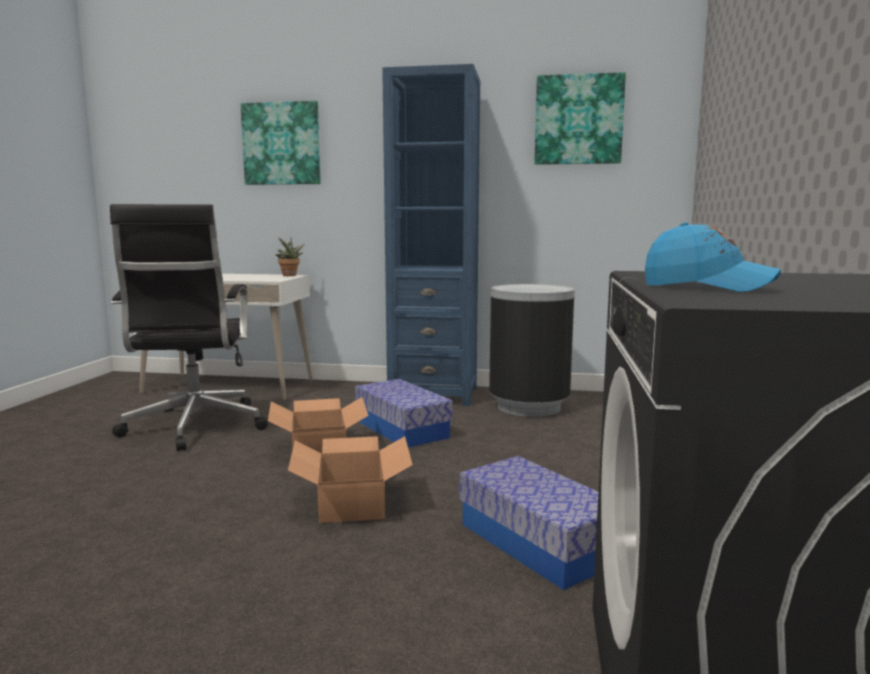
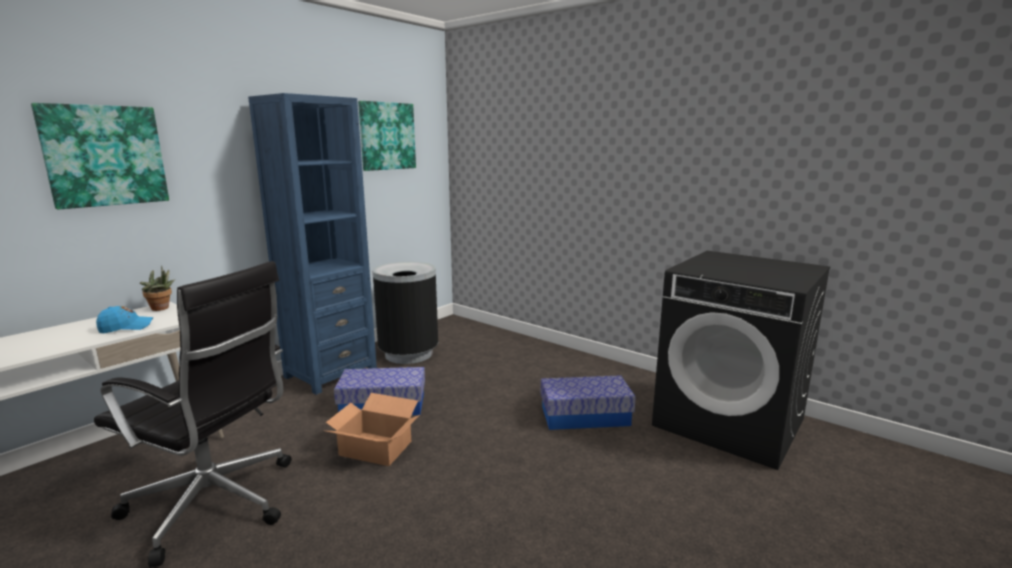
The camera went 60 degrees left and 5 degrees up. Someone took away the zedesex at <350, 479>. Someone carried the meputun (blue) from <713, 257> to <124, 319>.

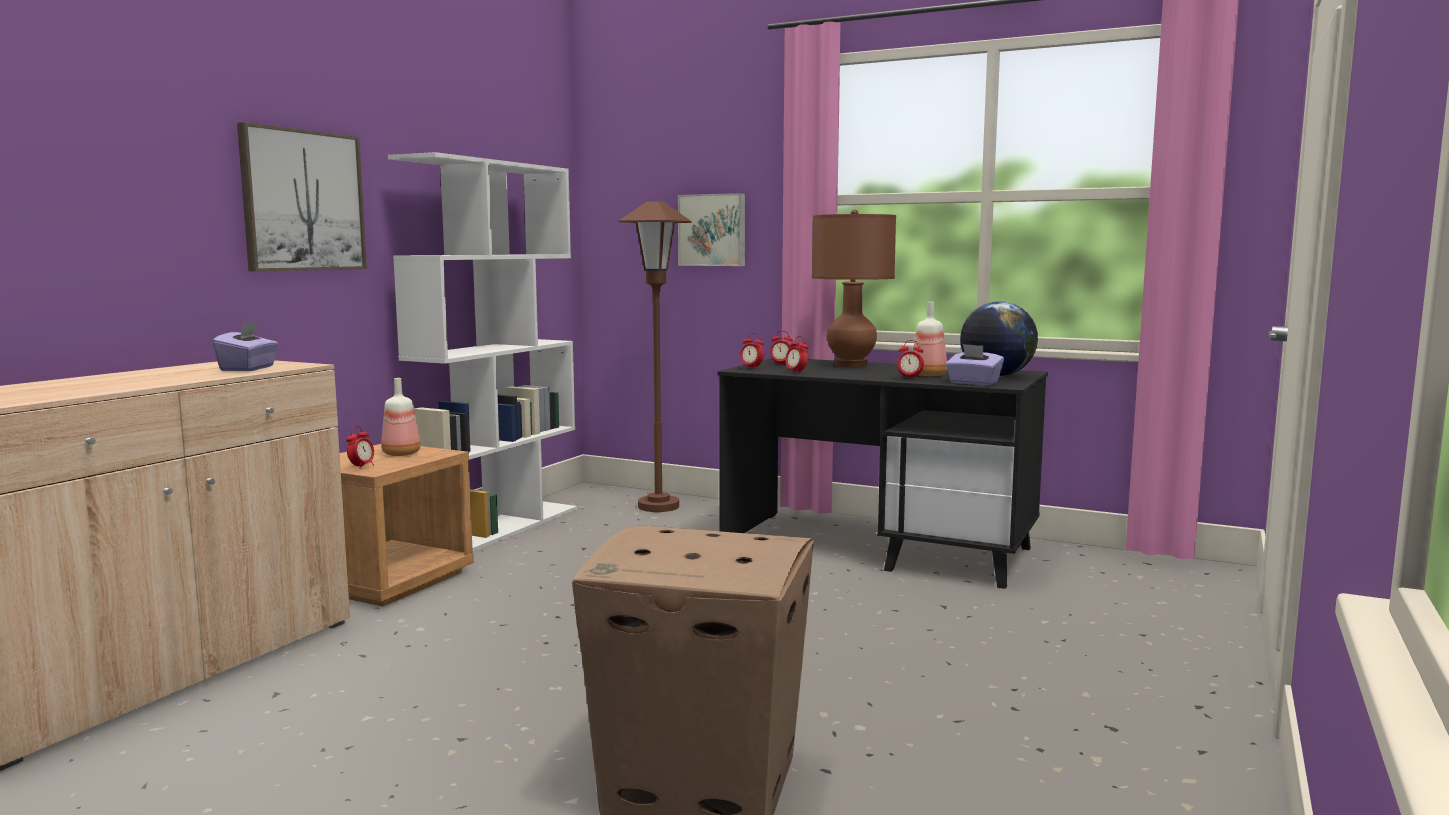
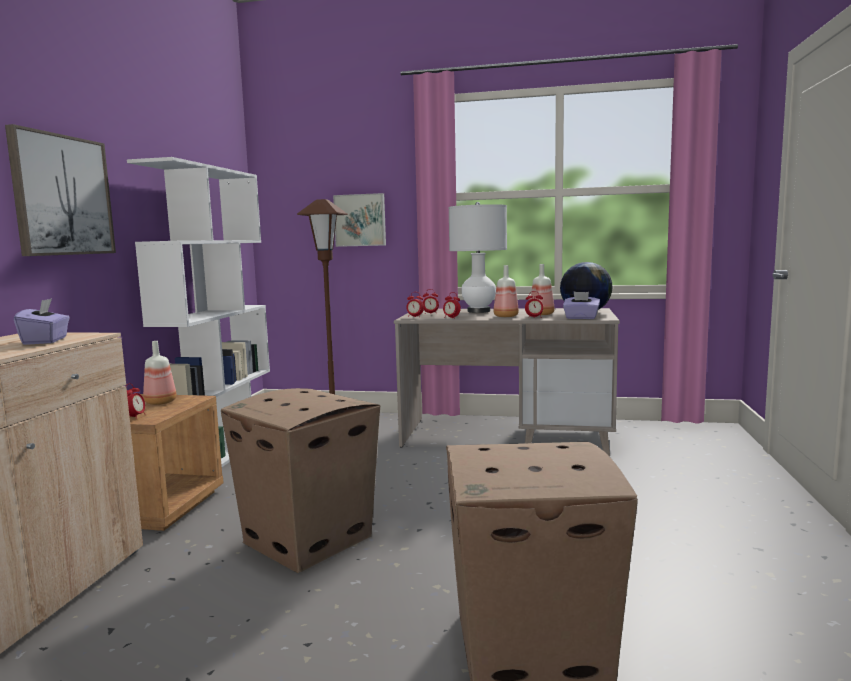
The camera went 15 degrees left and 0 degrees up. Someone repainted the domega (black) at <882, 473>, which became the domega (beige) at <507, 382>. Someone repainted the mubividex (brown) at <854, 288>, which became the mubividex (white) at <478, 257>. Someone put down the zedesex at <301, 480>. Someone put down the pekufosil at <506, 291>.

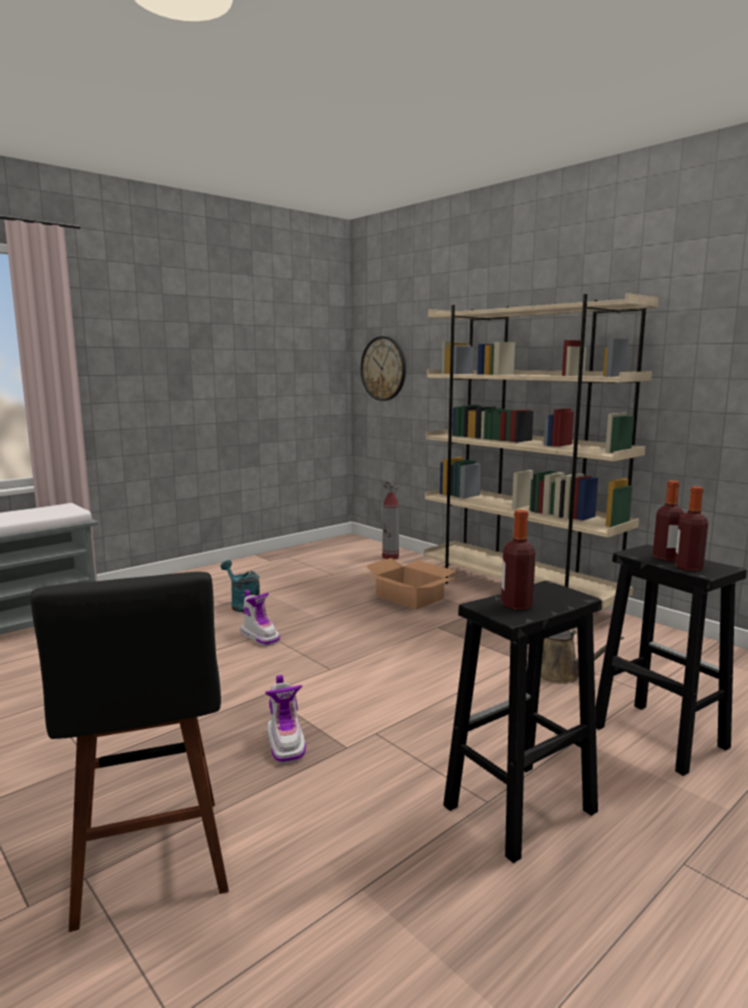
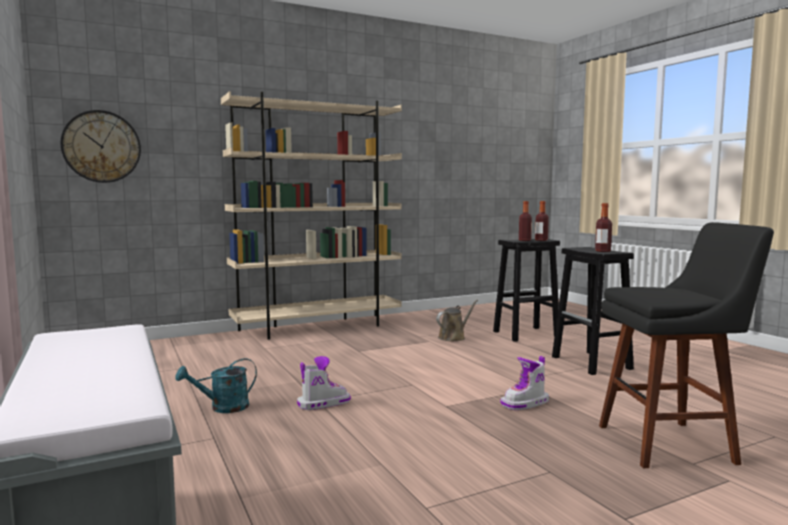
The camera went 75 degrees left and 5 degrees down. Someone rotated the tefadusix at <285, 719> by 150 degrees clockwise. Someone took away the zedesex at <411, 584>. Someone took away the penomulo at <390, 519>.

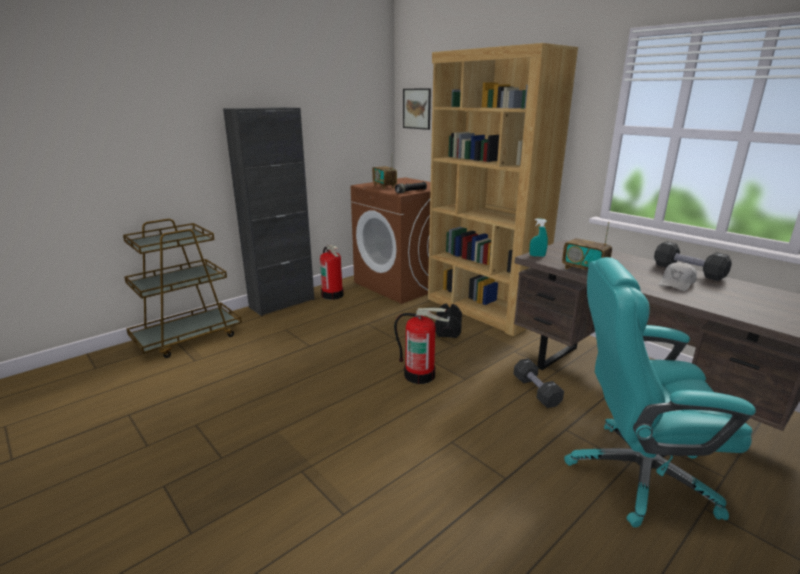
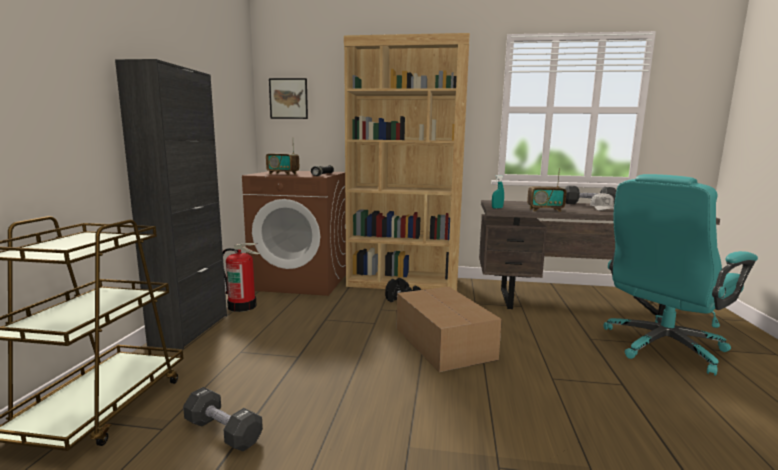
The camera went 40 degrees left and 10 degrees down. Someone swapped the penomulo at <421, 346> for the zedesex at <449, 329>. Someone carried the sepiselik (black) from <539, 383> to <223, 419>.

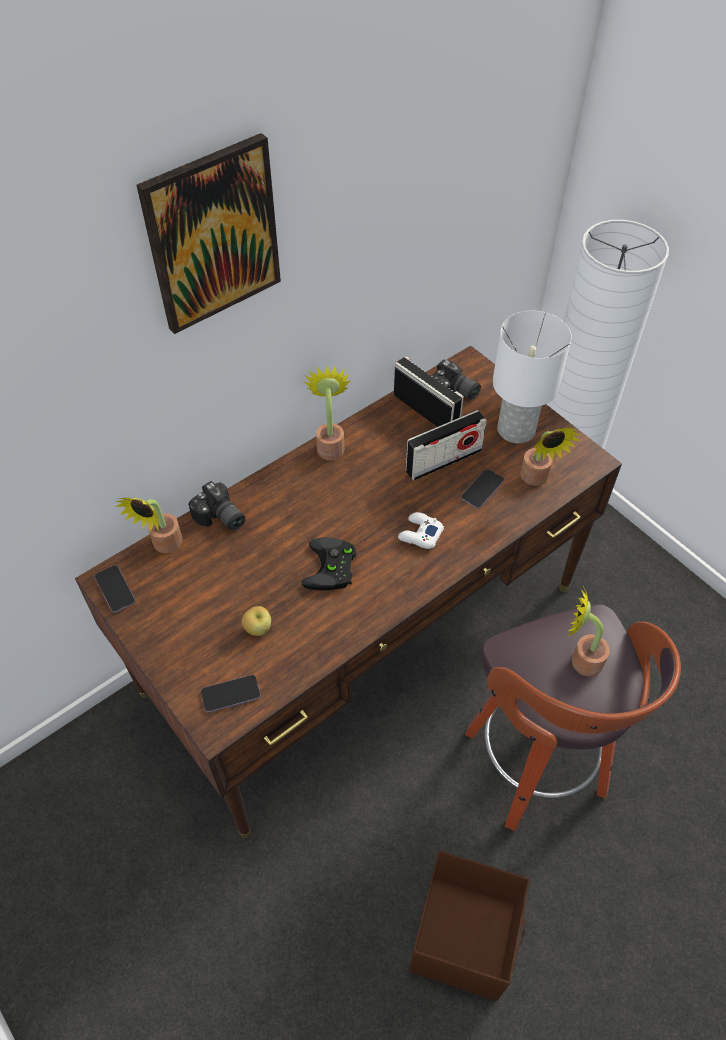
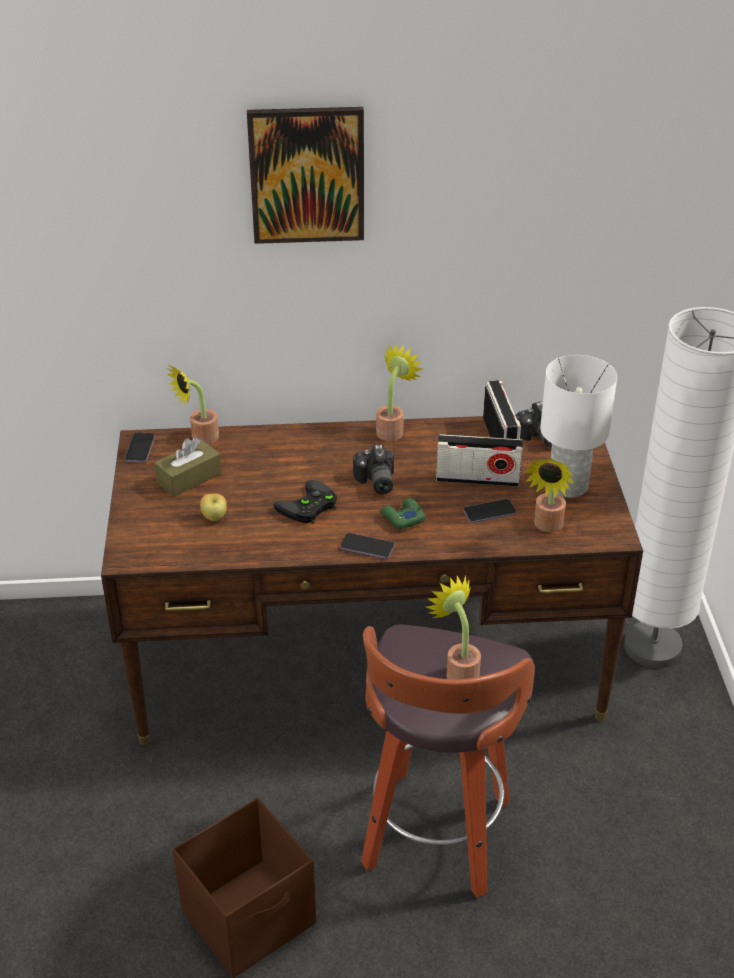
The camera went 35 degrees right and 15 degrees down. Someone carried the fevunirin from <217, 506> to <373, 469>. Someone carried the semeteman from <231, 694> to <367, 546>. Someone repainted the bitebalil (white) at <421, 530>, which became the bitebalil (green) at <403, 513>. Someone put down the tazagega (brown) at <188, 467>.

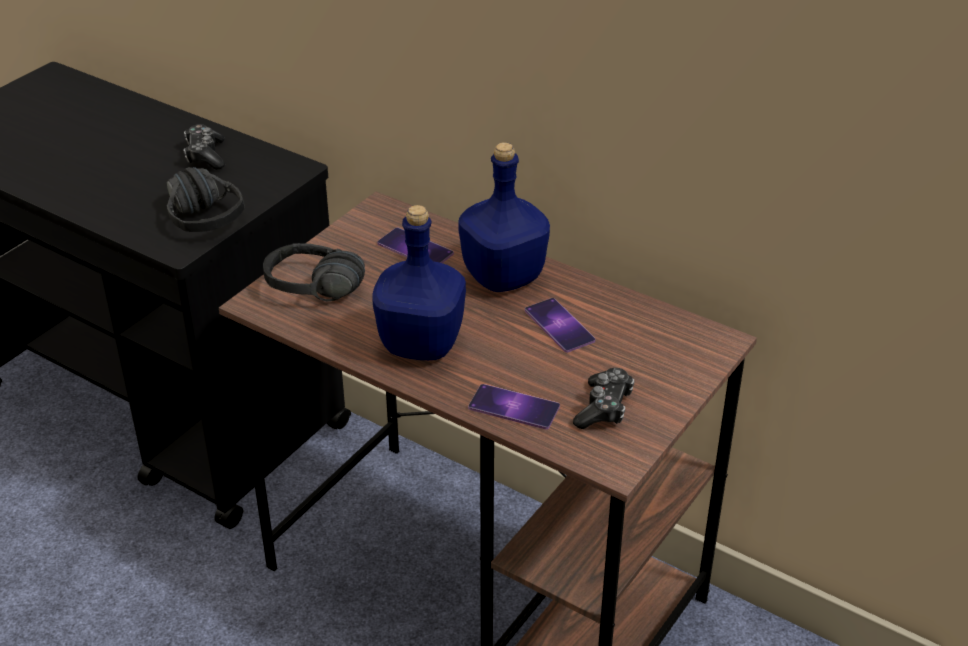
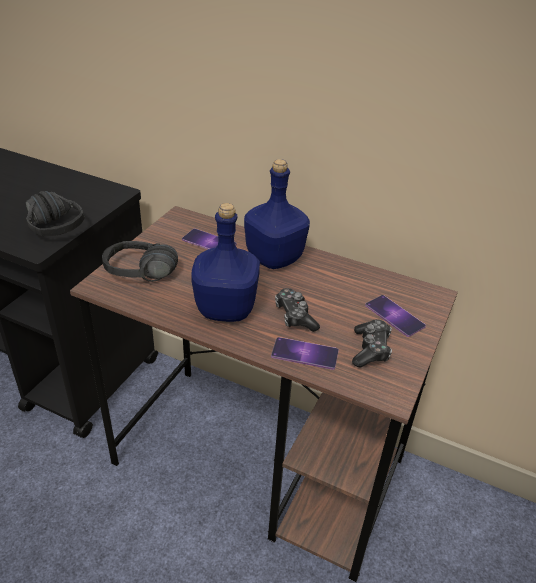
The camera went 10 degrees left and 0 degrees up. Someone carried the bitebalil from <204, 147> to <297, 310>. Someone carried the semeteman from <560, 325> to <395, 316>.

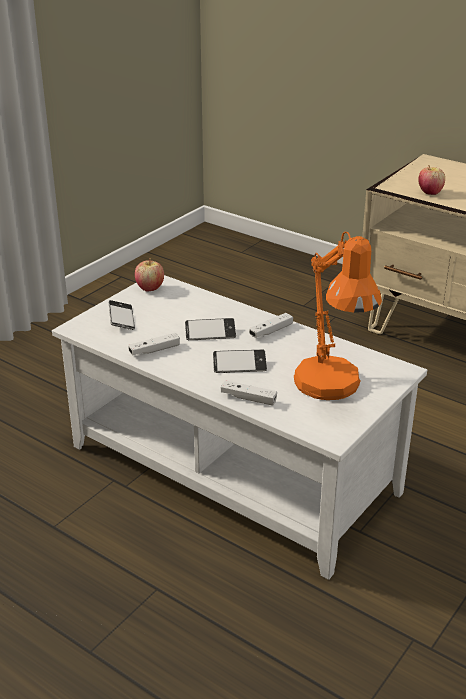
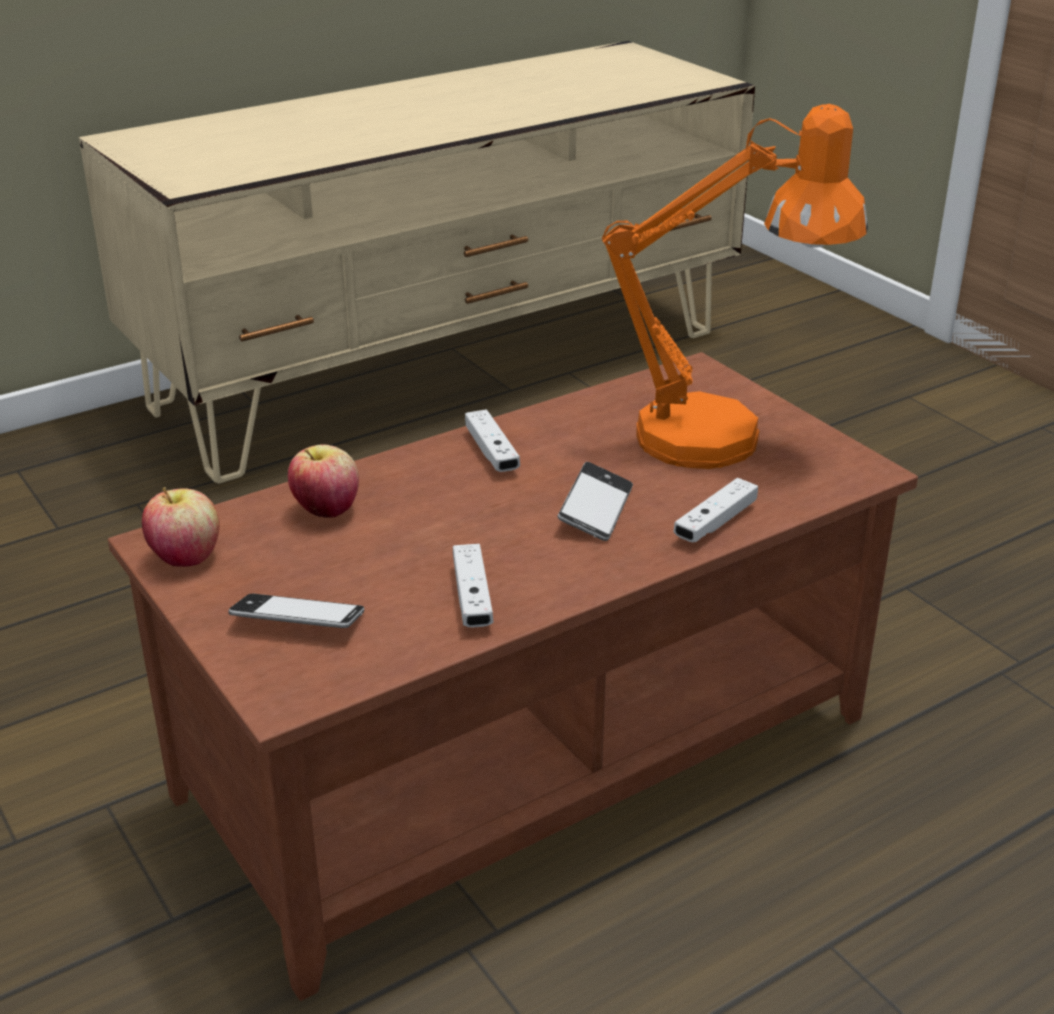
The camera went 70 degrees left and 0 degrees up. Someone repainted the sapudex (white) at <239, 427>, which became the sapudex (brown) at <513, 676>. Someone took away the semeteman at <210, 329>. Someone carried the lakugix from <431, 180> to <323, 481>.

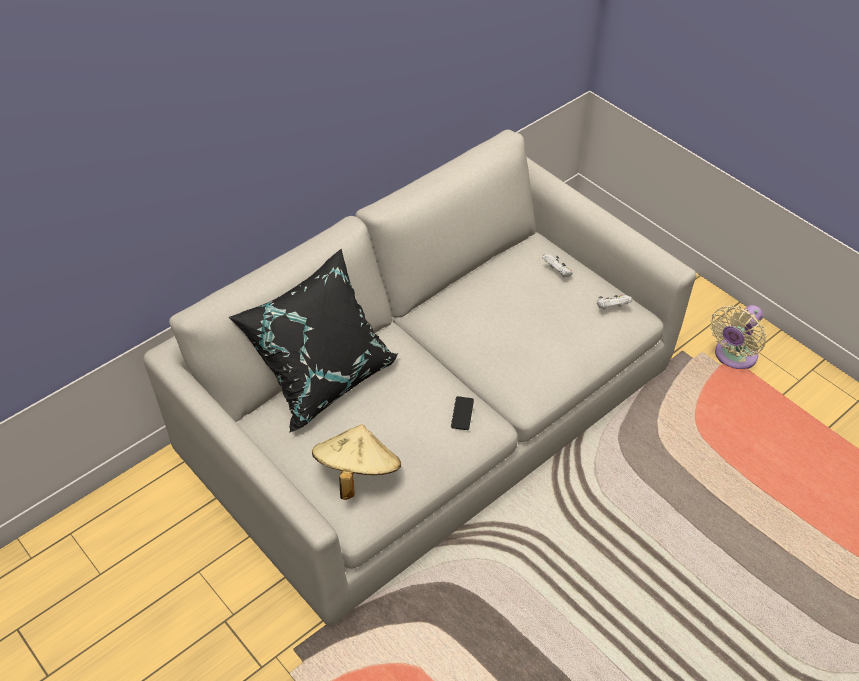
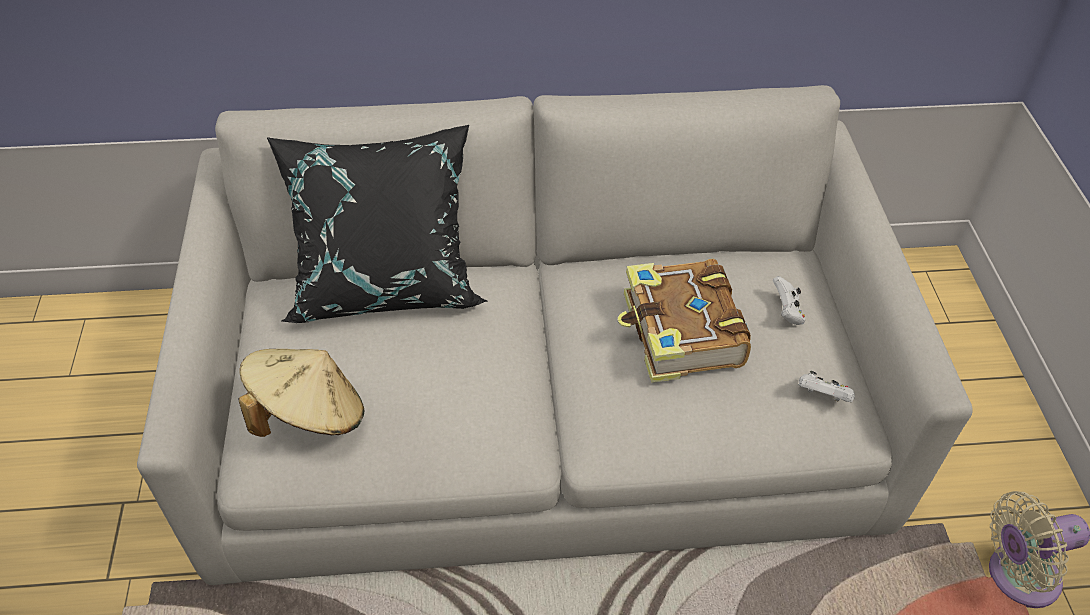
The camera went 35 degrees right and 0 degrees up. Someone took away the semeteman at <462, 413>. Someone put down the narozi at <684, 321>.

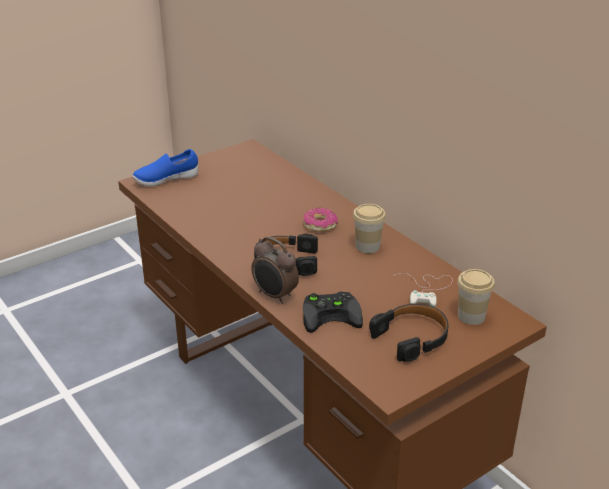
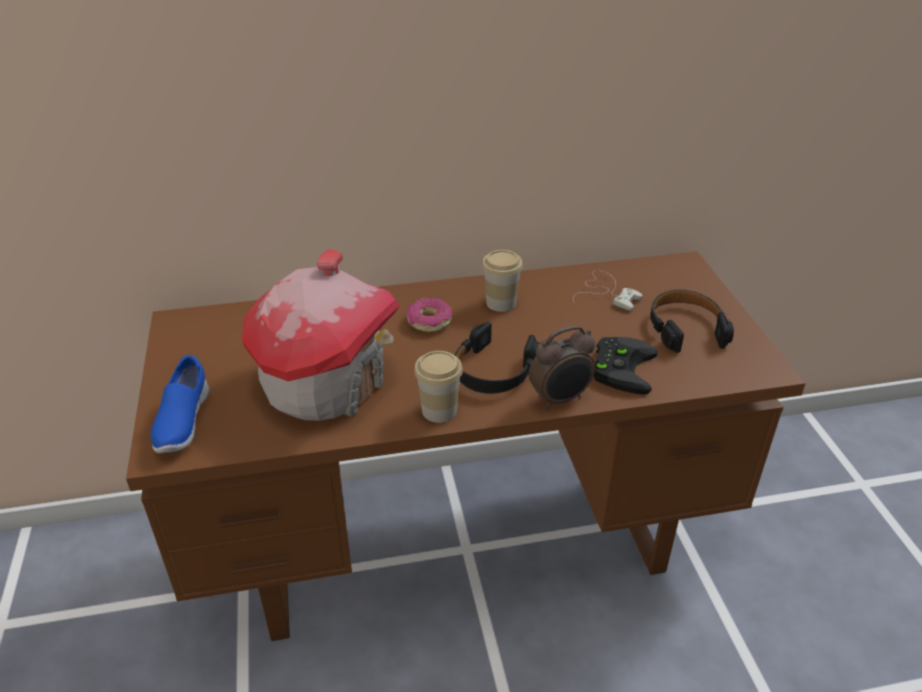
The camera went 65 degrees left and 5 degrees up. Someone carried the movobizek from <476, 297> to <438, 387>. Someone put down the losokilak at <320, 335>.

